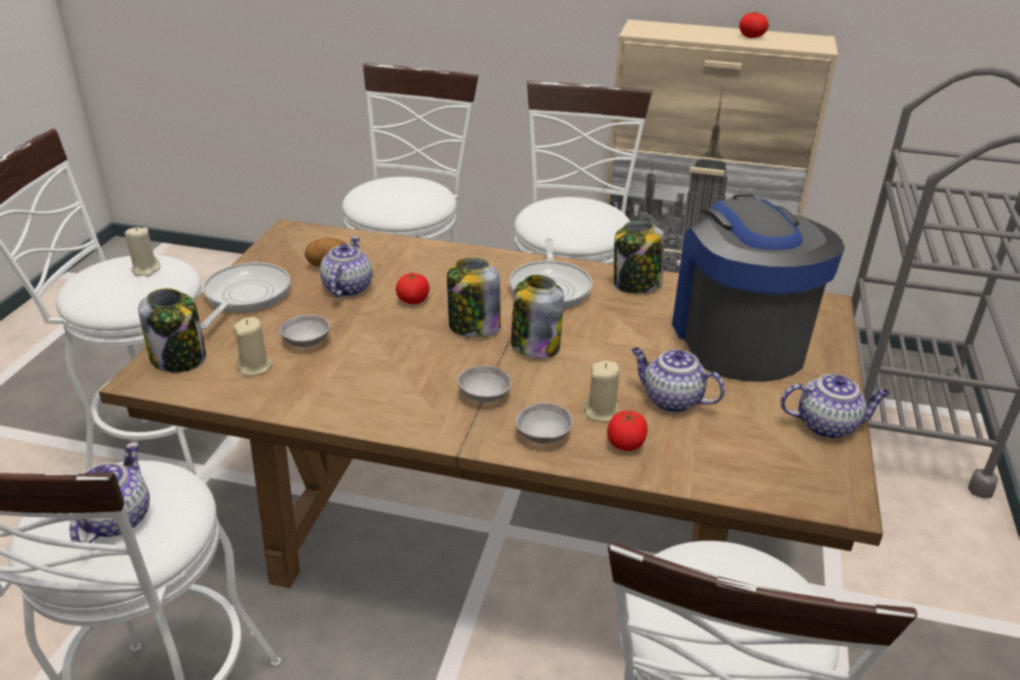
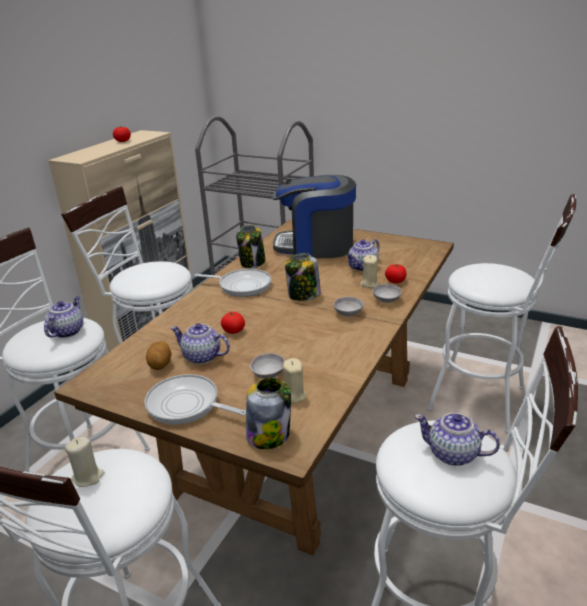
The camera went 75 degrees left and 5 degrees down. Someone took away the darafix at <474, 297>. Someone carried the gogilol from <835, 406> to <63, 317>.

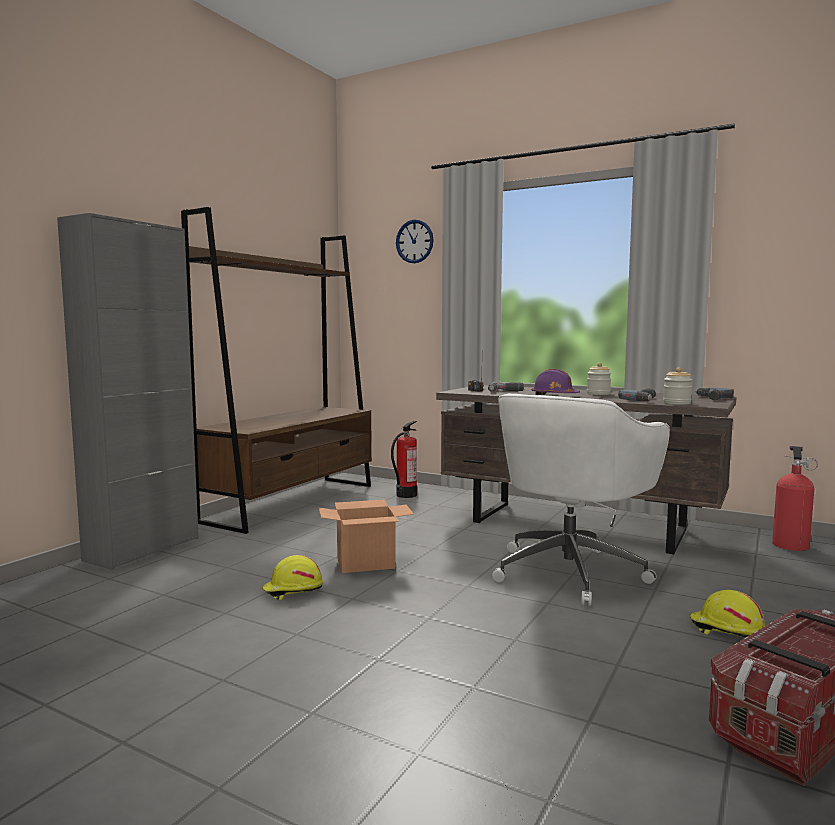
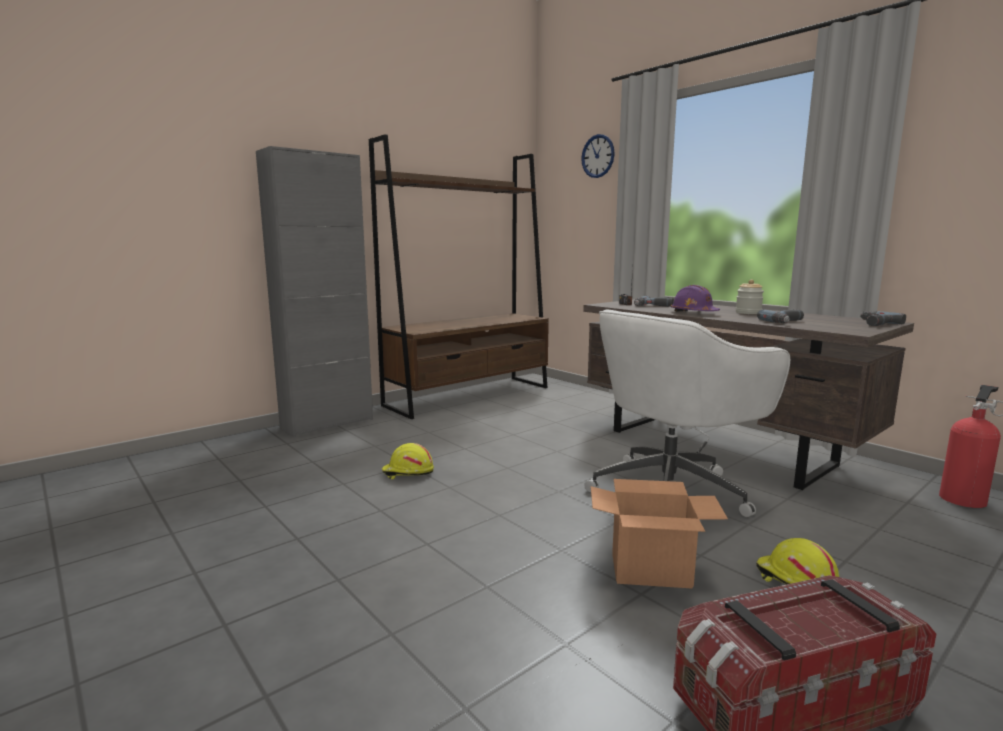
The camera went 20 degrees right and 5 degrees up. Someone carried the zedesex from <366, 536> to <659, 534>. Someone took away the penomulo at <404, 459>. Someone took away the darafix at <677, 386>.

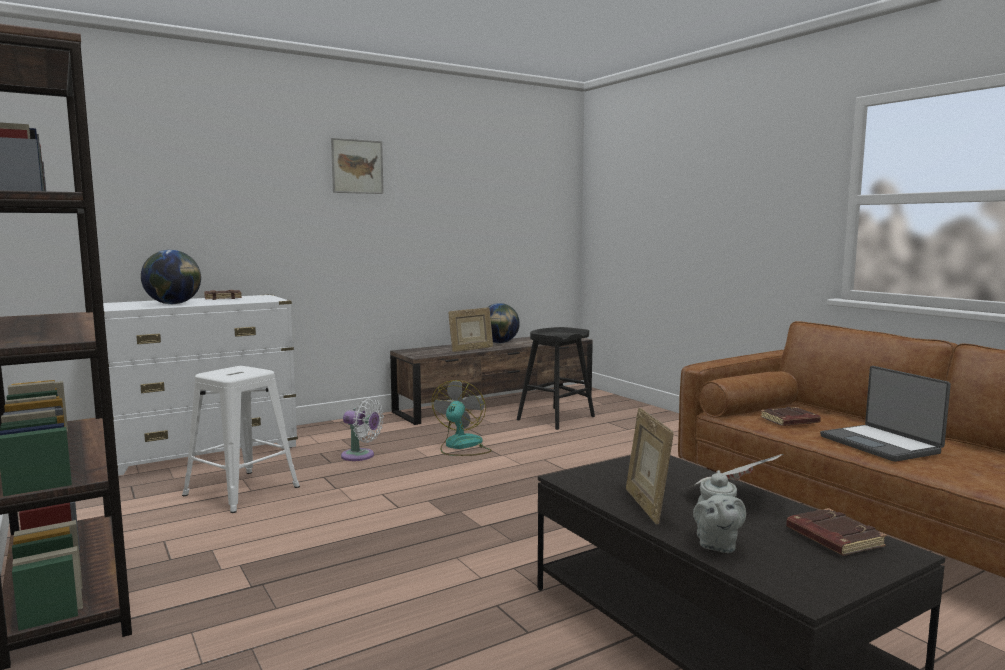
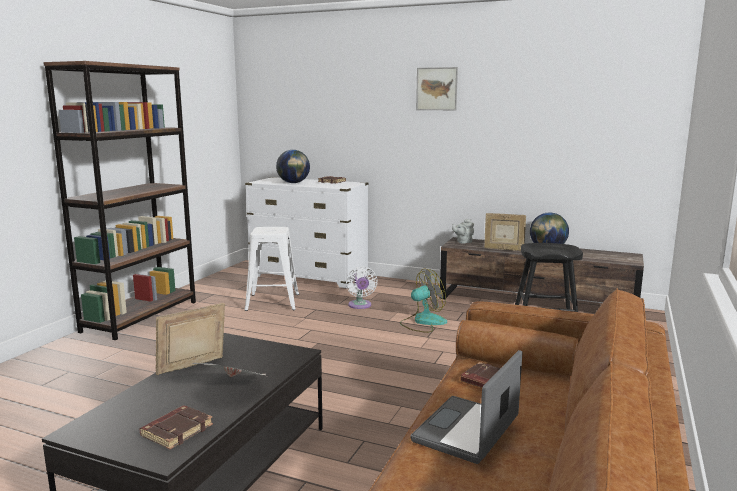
The camera went 55 degrees right and 5 degrees up. Someone carried the gogilol (grey) from <719, 511> to <463, 231>.

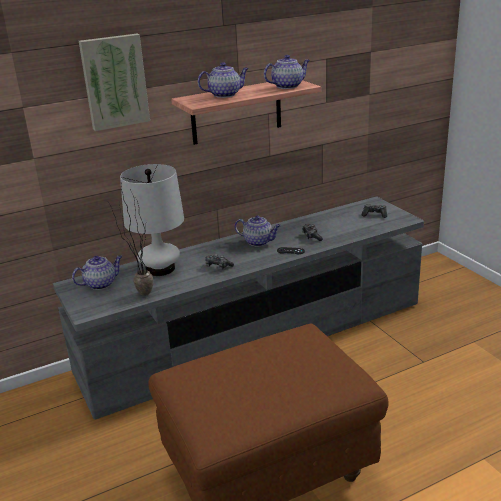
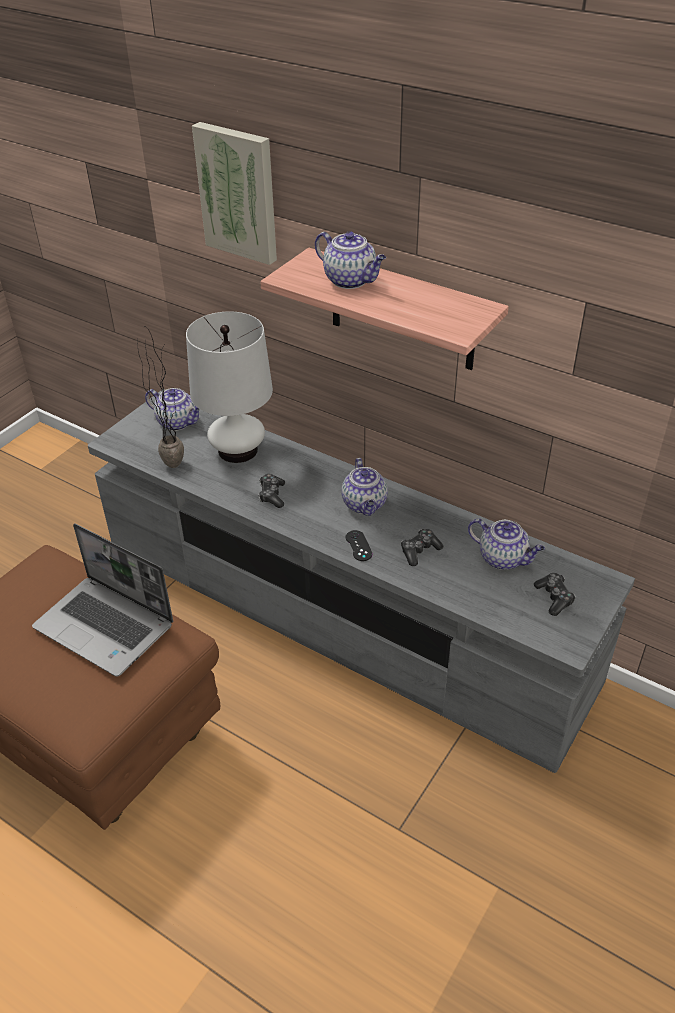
The camera went 60 degrees right and 15 degrees up. Someone carried the gogilol from <287, 72> to <506, 544>. Someone put down the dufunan at <102, 600>.

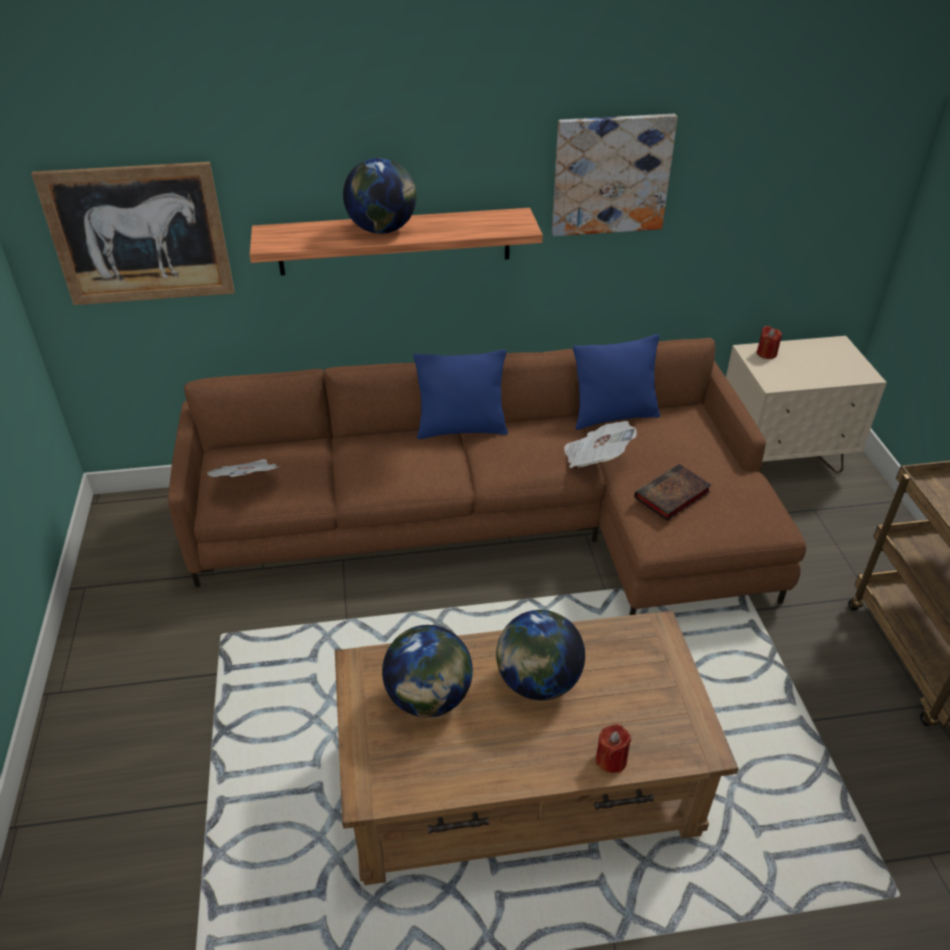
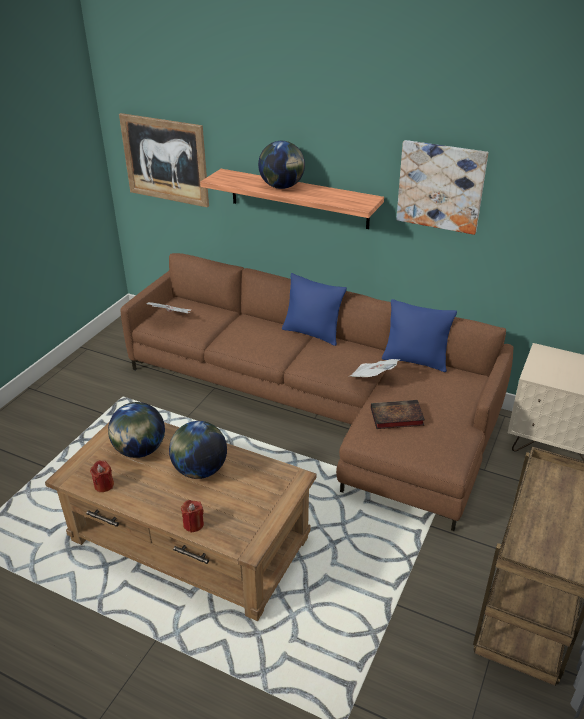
The camera went 35 degrees right and 5 degrees down. Someone carried the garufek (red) from <769, 342> to <102, 476>.

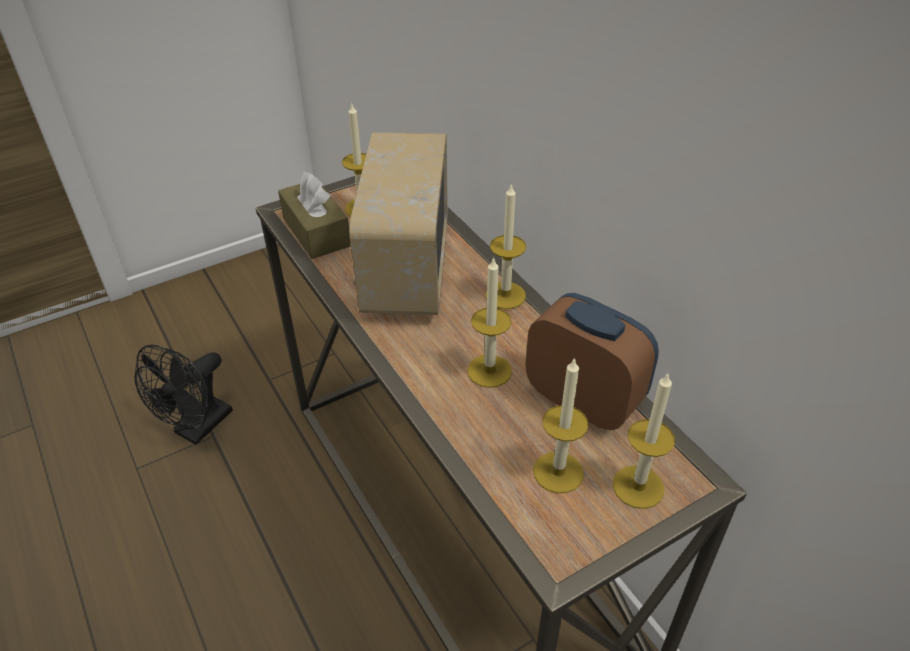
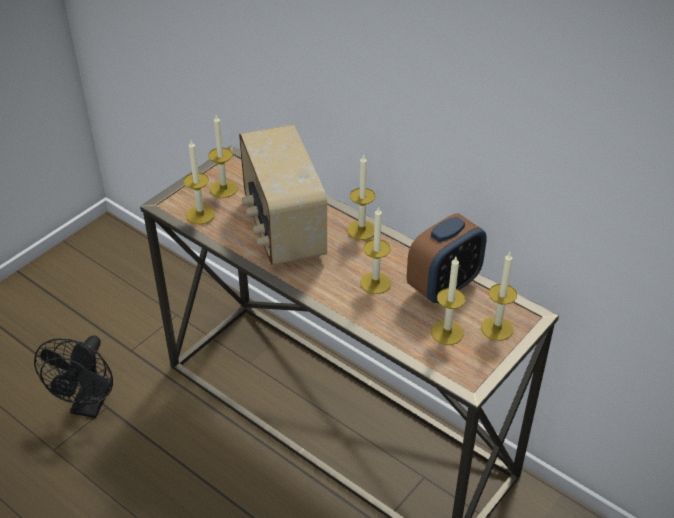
The camera went 20 degrees left and 0 degrees up. Someone swapped the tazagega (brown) at <314, 215> for the garufek at <199, 182>. Someone rotated the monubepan at <592, 361> by 120 degrees clockwise.

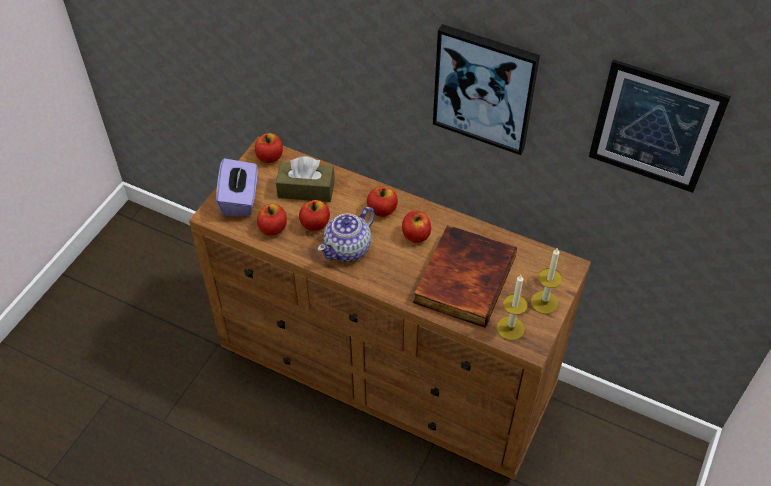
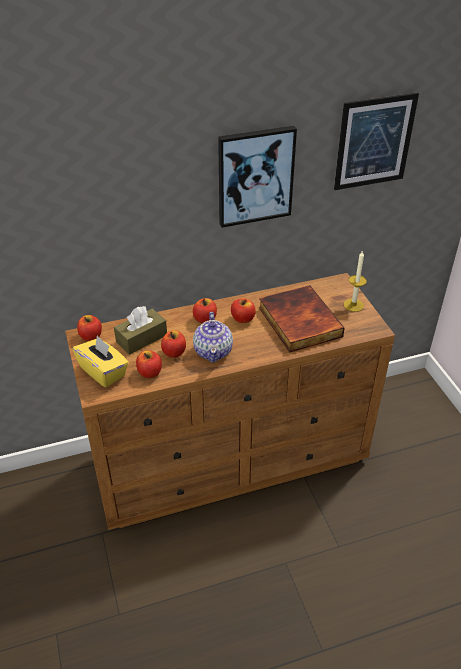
The camera went 45 degrees left and 10 degrees down. Someone repainted the tazagega (purple) at <237, 187>, which became the tazagega (yellow) at <101, 361>. Someone took away the garufek at <512, 308>.

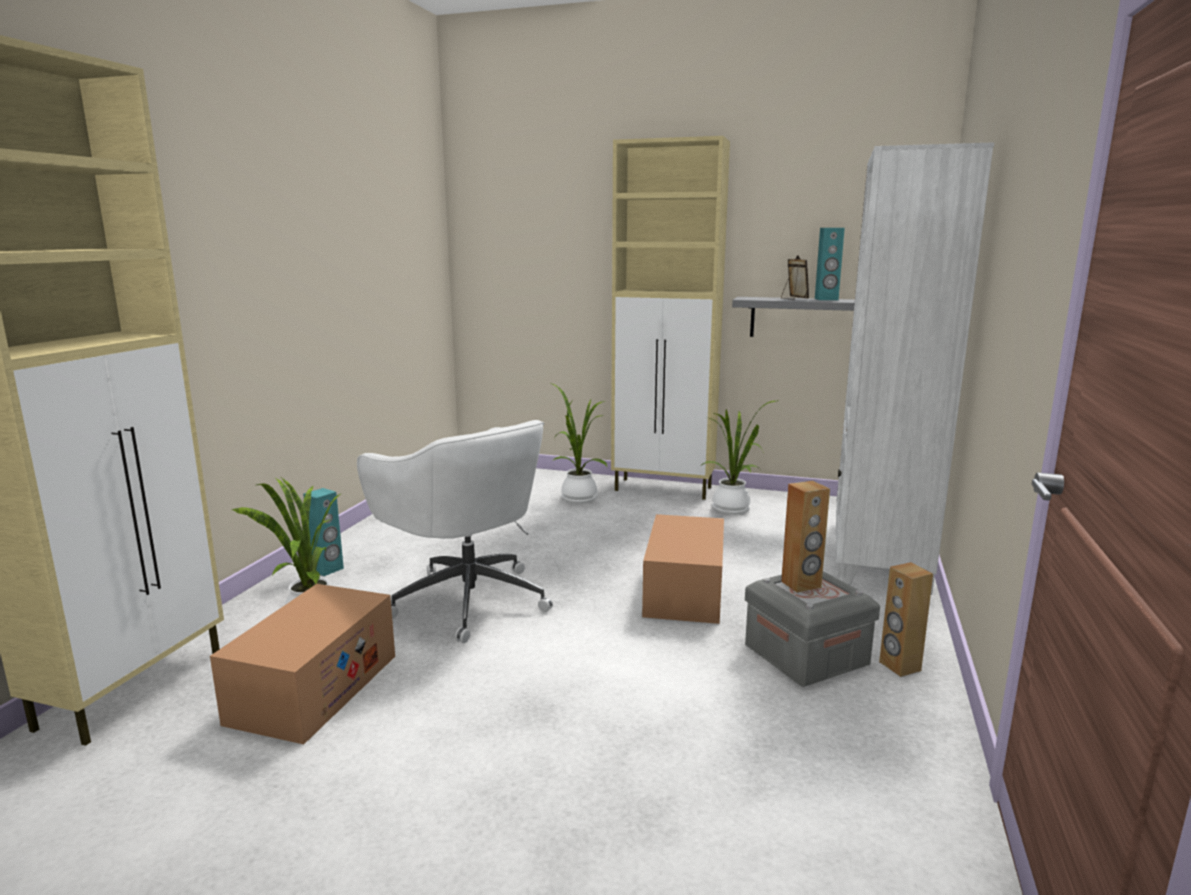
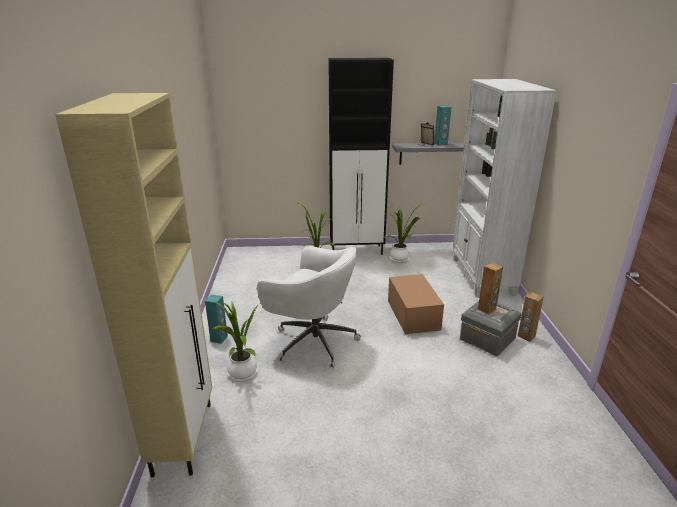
The camera went 20 degrees left and 10 degrees up. Someone took away the zedesex at <302, 664>. Someone repainted the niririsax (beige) at <670, 318>, which became the niririsax (black) at <361, 156>.

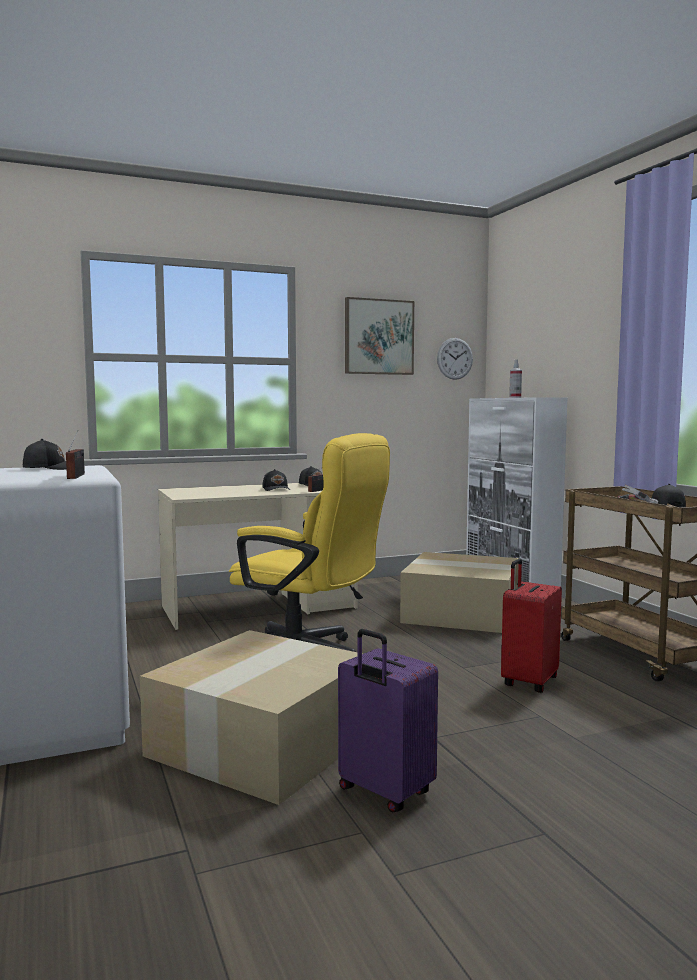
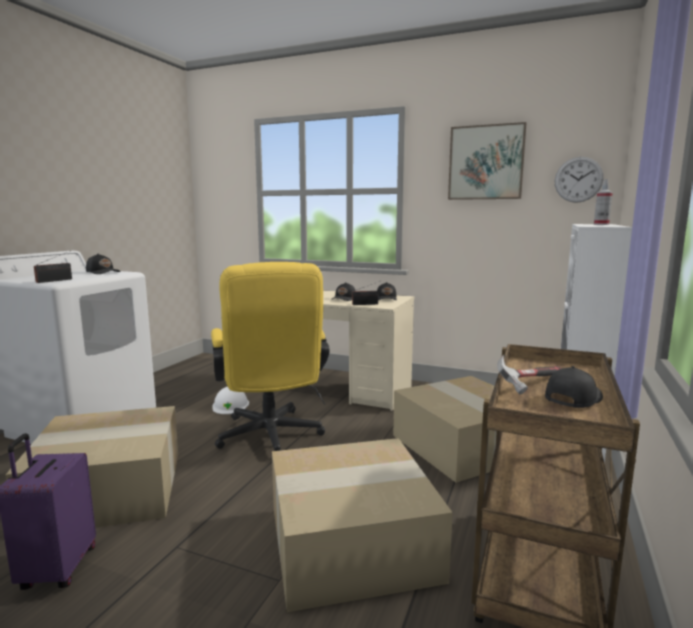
The camera went 45 degrees right and 5 degrees up. Someone swapped the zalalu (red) at <531, 626> for the zedesex at <362, 525>. Someone put down the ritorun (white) at <230, 400>.

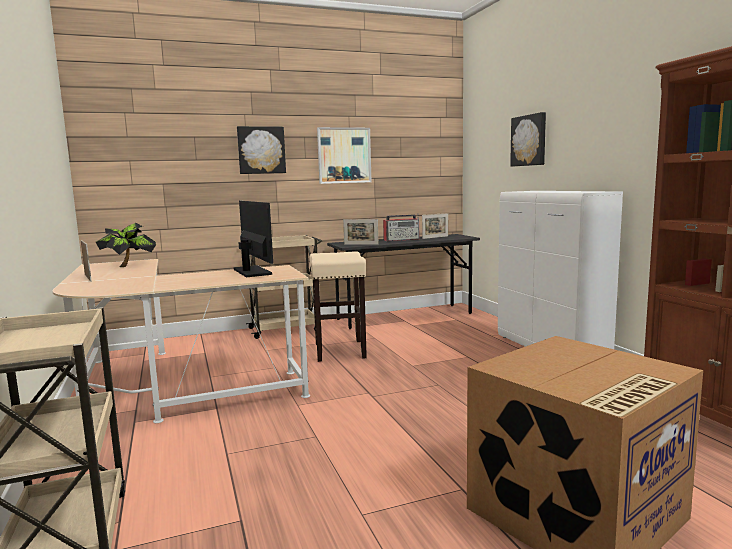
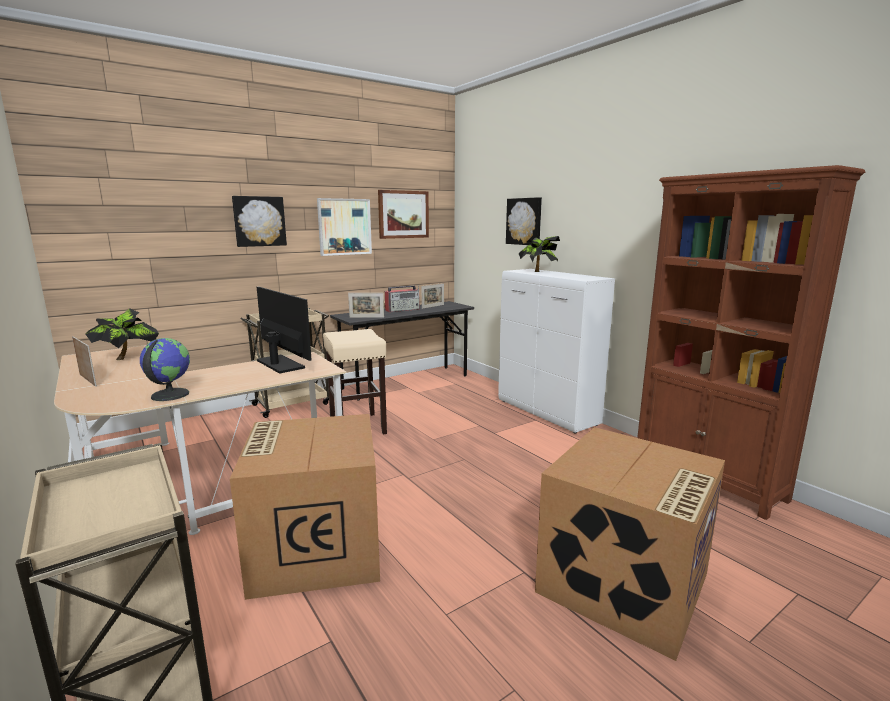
The camera went 15 degrees left and 5 degrees up. Someone put down the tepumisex at <165, 369>. Someone put down the zedesex at <305, 507>. Someone put up the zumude at <403, 214>. Someone put down the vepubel at <539, 254>.

